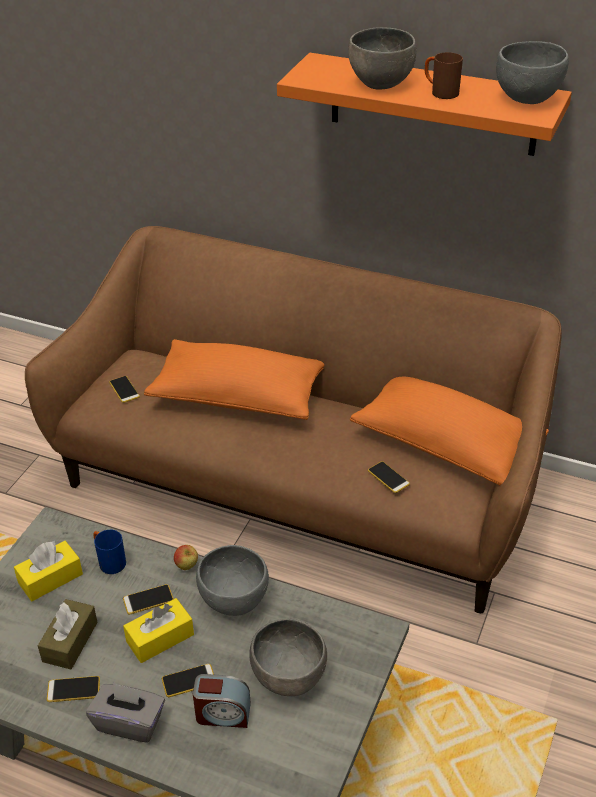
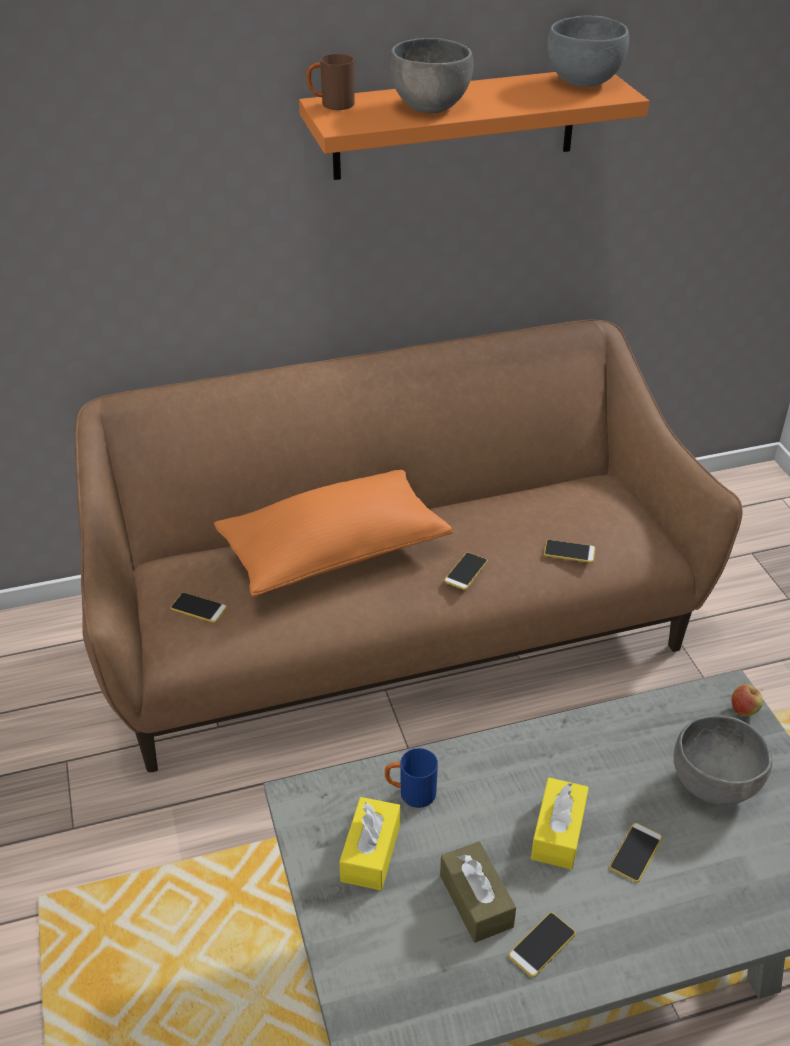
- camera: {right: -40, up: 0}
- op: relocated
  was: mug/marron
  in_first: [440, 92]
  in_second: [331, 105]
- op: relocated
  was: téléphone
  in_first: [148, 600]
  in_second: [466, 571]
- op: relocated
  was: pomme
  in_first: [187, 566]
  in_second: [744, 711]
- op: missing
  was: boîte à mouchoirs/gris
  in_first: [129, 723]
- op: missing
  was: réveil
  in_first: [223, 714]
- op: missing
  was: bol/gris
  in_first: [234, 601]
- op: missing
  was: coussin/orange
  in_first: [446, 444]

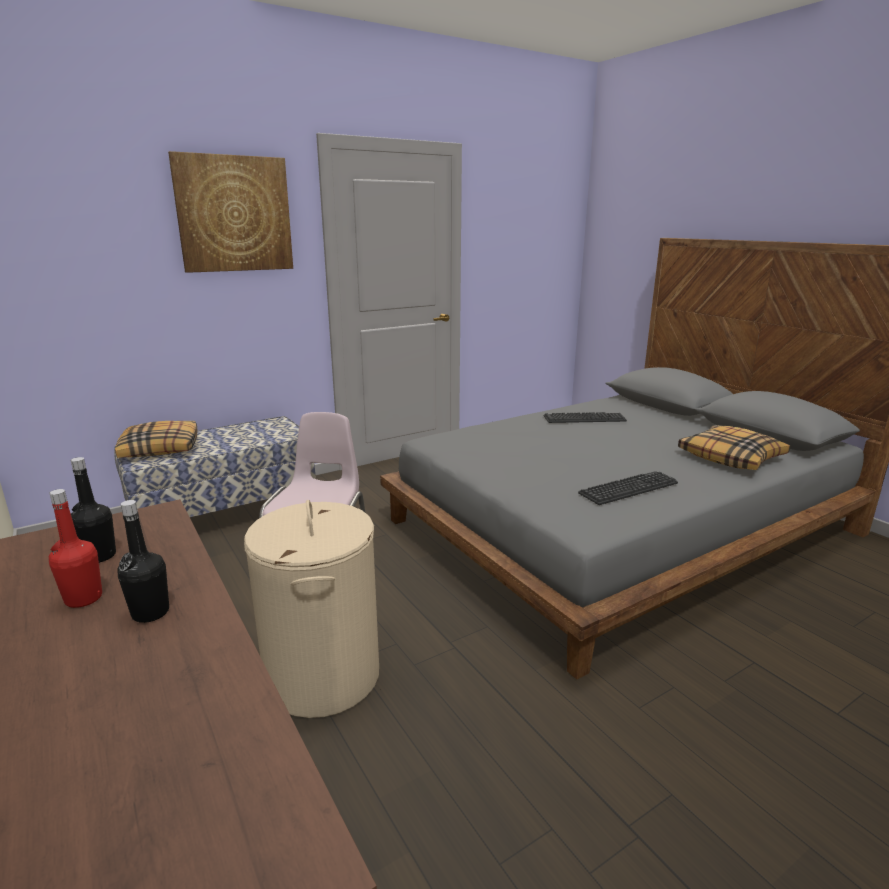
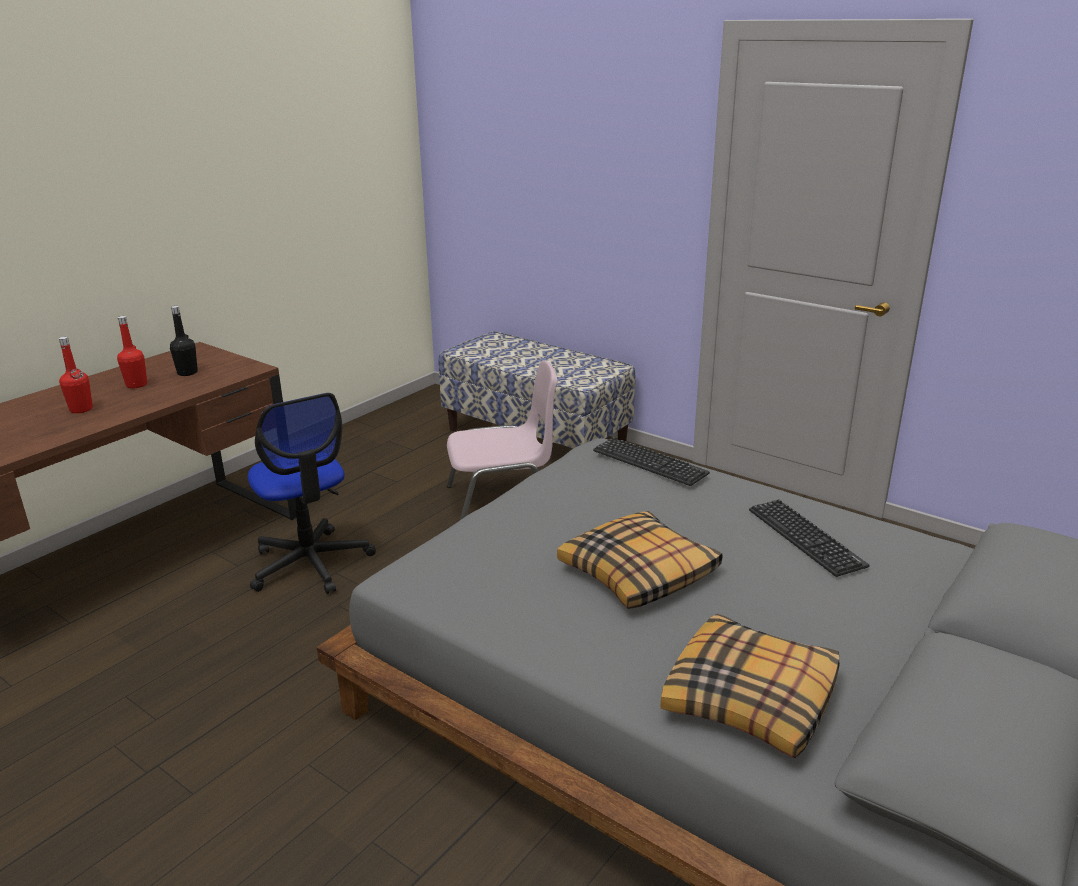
- camera: {right: 70, up: 5}
- op: appeared
  now: bouteille/rouge
  in_second: [81, 409]
- op: exchanged
  was: panier à linge/beige
  now: chaise de bureau
  in_first: [323, 676]
  in_second: [310, 563]
- op: relocated
  was: coussin
  in_first: [161, 449]
  in_second: [639, 574]
- op: relocated
  was: clavier
  in_first: [628, 488]
  in_second: [649, 462]
- op: missing
  was: bouteille/noir
  in_first: [150, 613]
- op: missing
  was: tableau
  in_first: [234, 214]

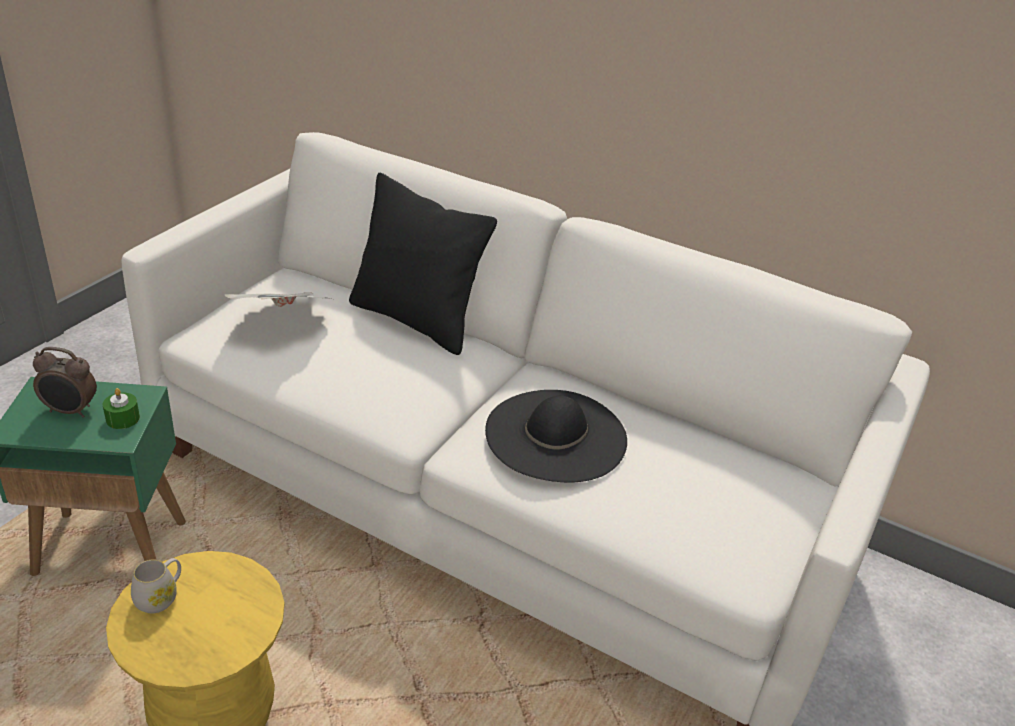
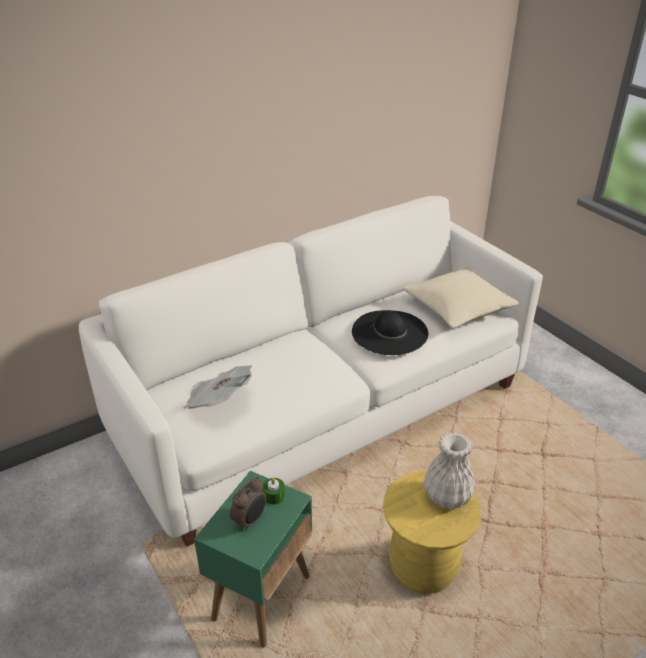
- camera: {right: -60, up: 0}
- op: appeared
  now: coussin/beige
  in_second: [458, 308]
- op: appeared
  now: vase/blanc
  in_second: [446, 497]
- op: missing
  was: mug/blanc
  in_first: [160, 597]
- op: missing
  was: coussin/noir
  in_first: [416, 320]

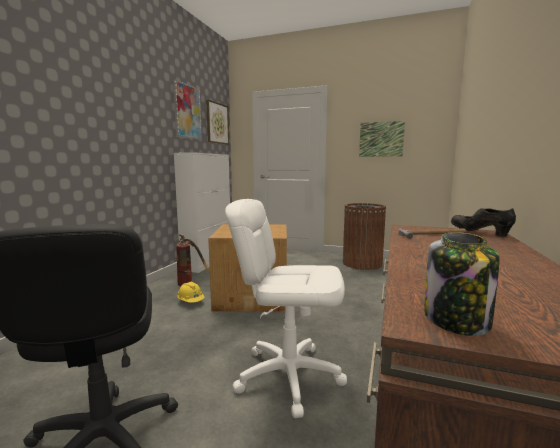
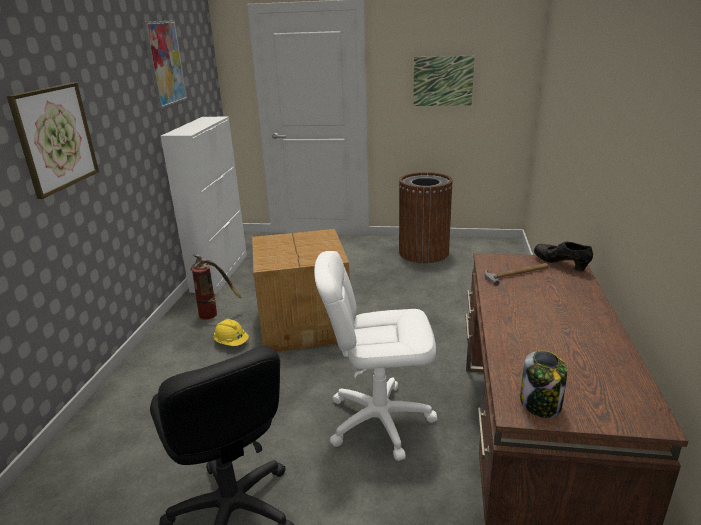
- camera: {right: -10, up: 15}
- op: relocated
  was: tableau
  in_first: [217, 123]
  in_second: [55, 138]

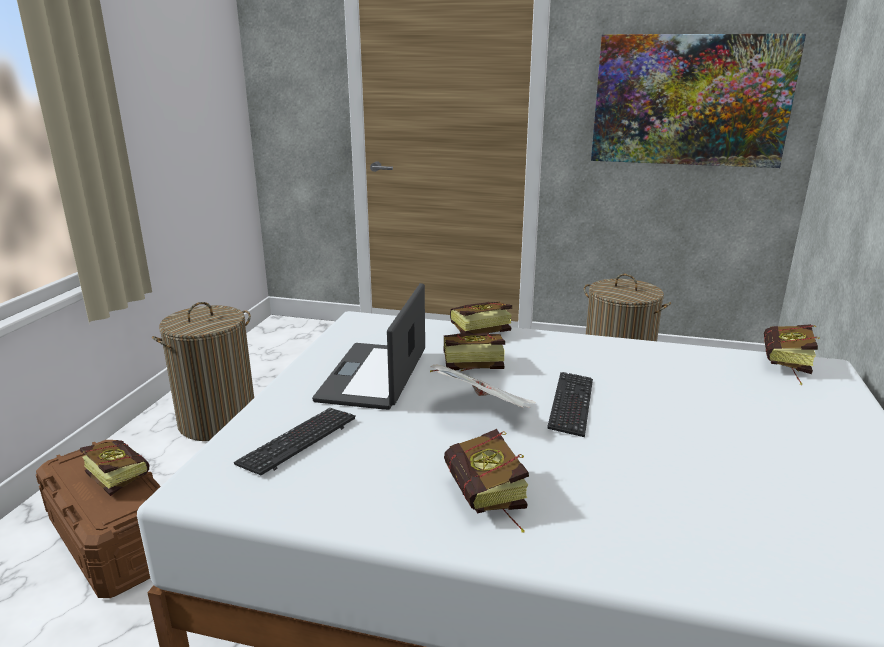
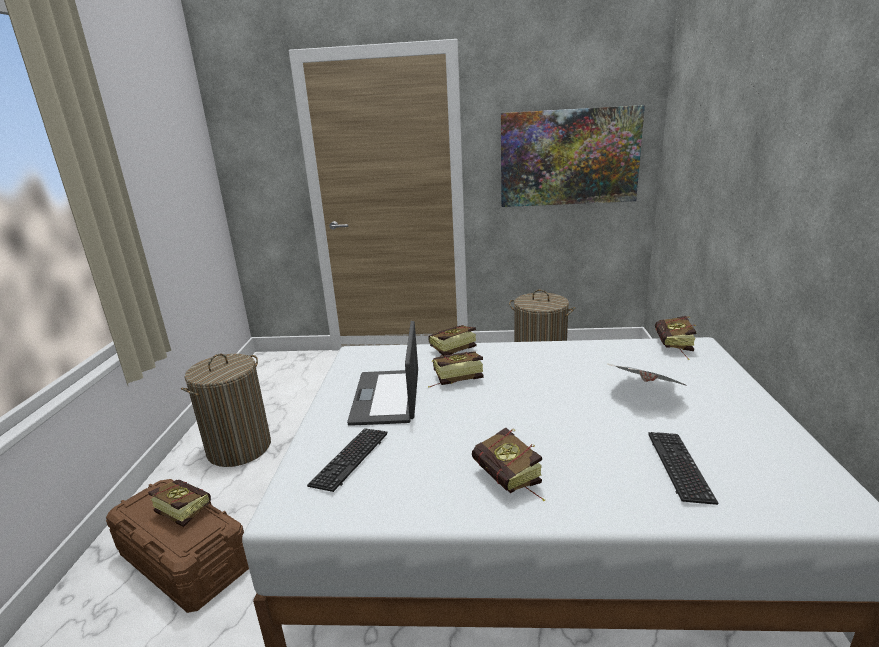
- camera: {right: -10, up: 0}
- op: relocated
  was: journal
  in_first: [485, 412]
  in_second: [646, 392]
- op: relocated
  was: clavier
  in_first: [571, 405]
  in_second: [679, 467]

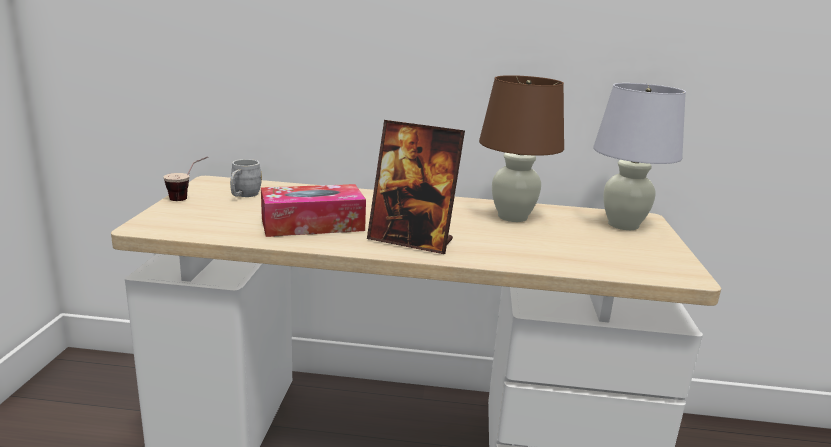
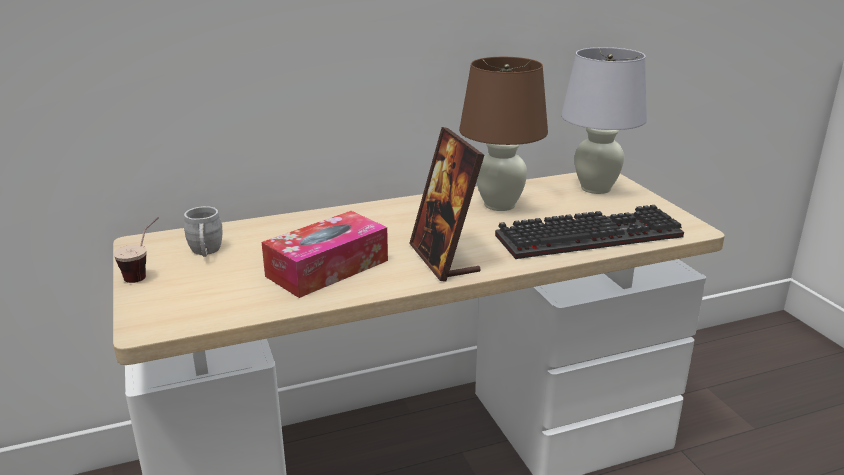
- camera: {right: -25, up: 5}
- op: spun
  was: cadre photo
  in_first: [411, 241]
  in_second: [444, 259]
  clockwise: 75
- op: appeared
  now: clavier
  in_second: [590, 235]

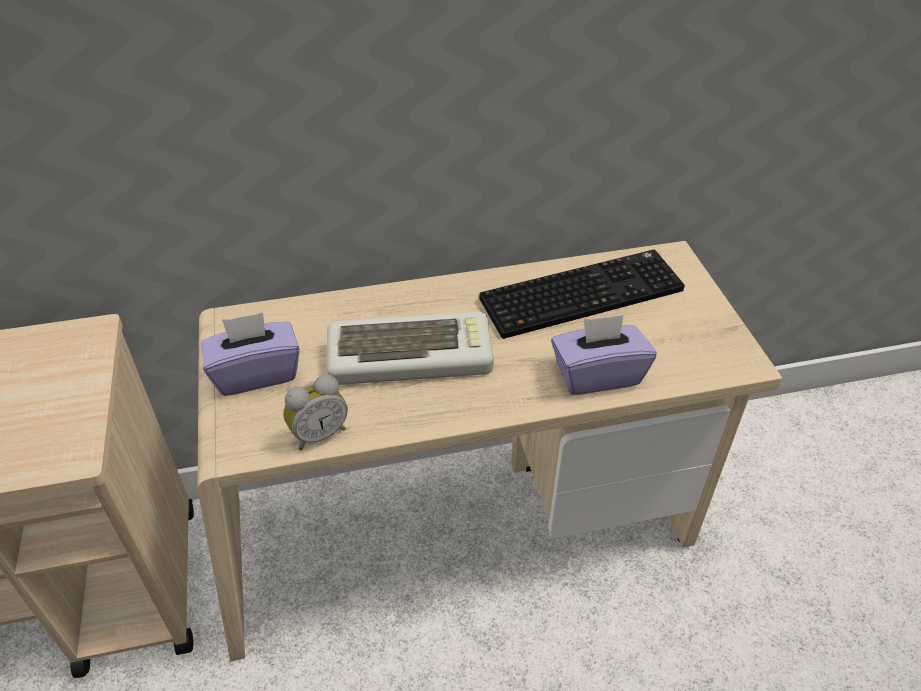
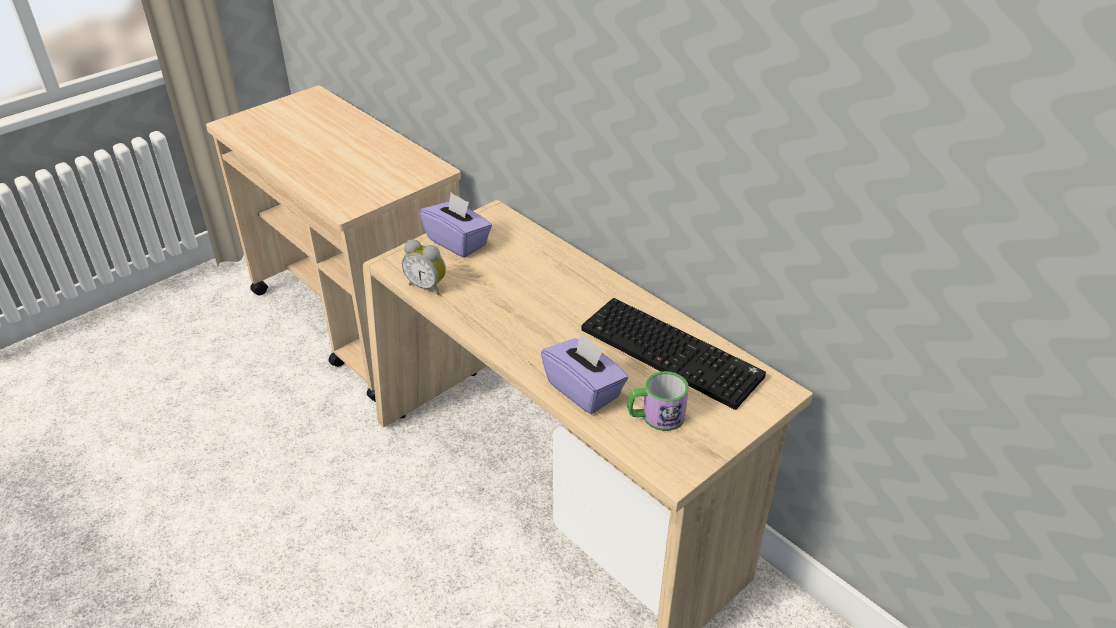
- camera: {right: 60, up: -5}
- op: appeared
  now: mug
  in_second: [655, 416]
- op: missing
  was: clavier
  in_first: [411, 356]

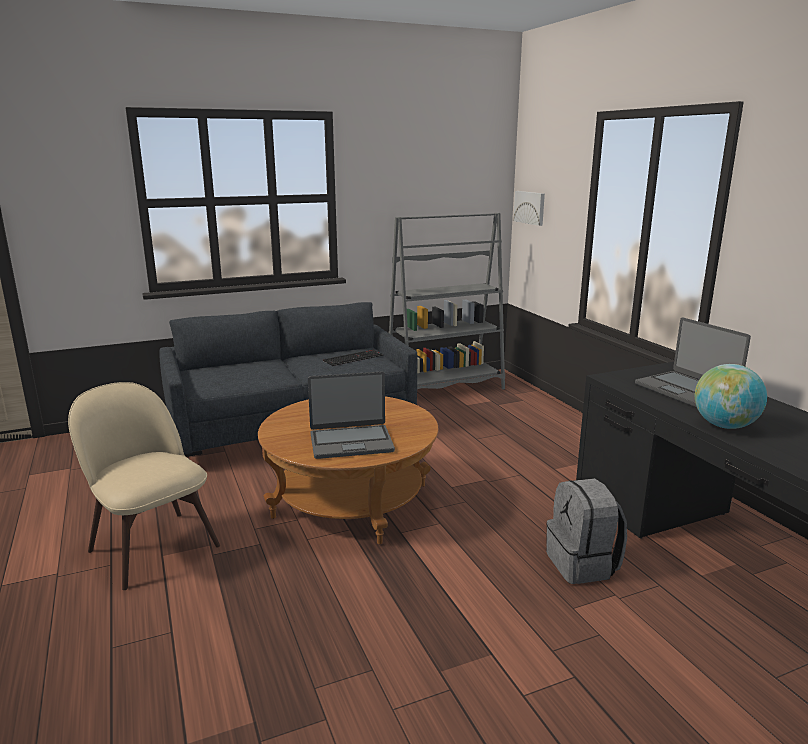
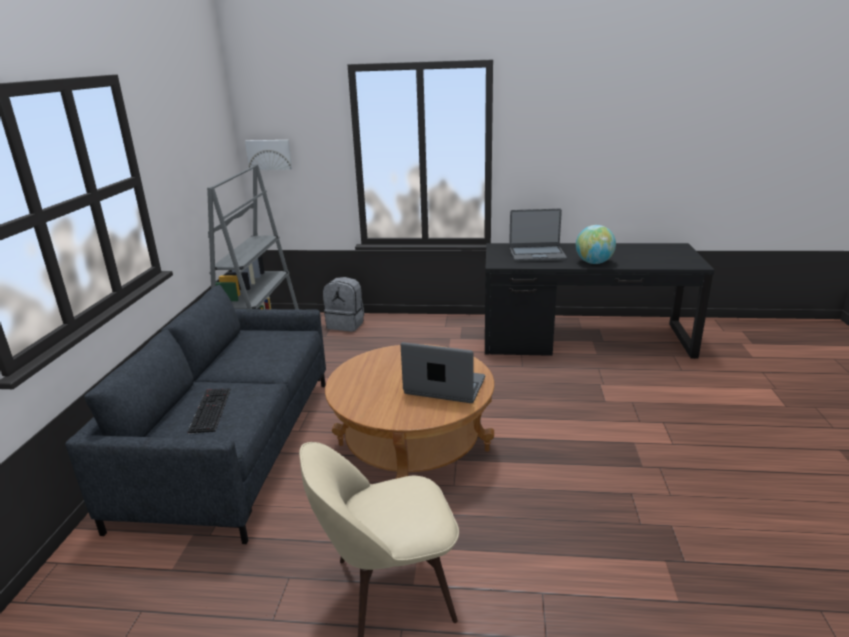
- camera: {right: -60, up: 5}
- op: relocated
  was: clavier
  in_first: [353, 358]
  in_second: [209, 410]
- op: relocated
  was: sac à dos/gris
  in_first: [583, 564]
  in_second: [346, 324]
- op: spun
  was: ordinateur portable
  in_first: [351, 442]
  in_second: [444, 387]
  clockwise: -90

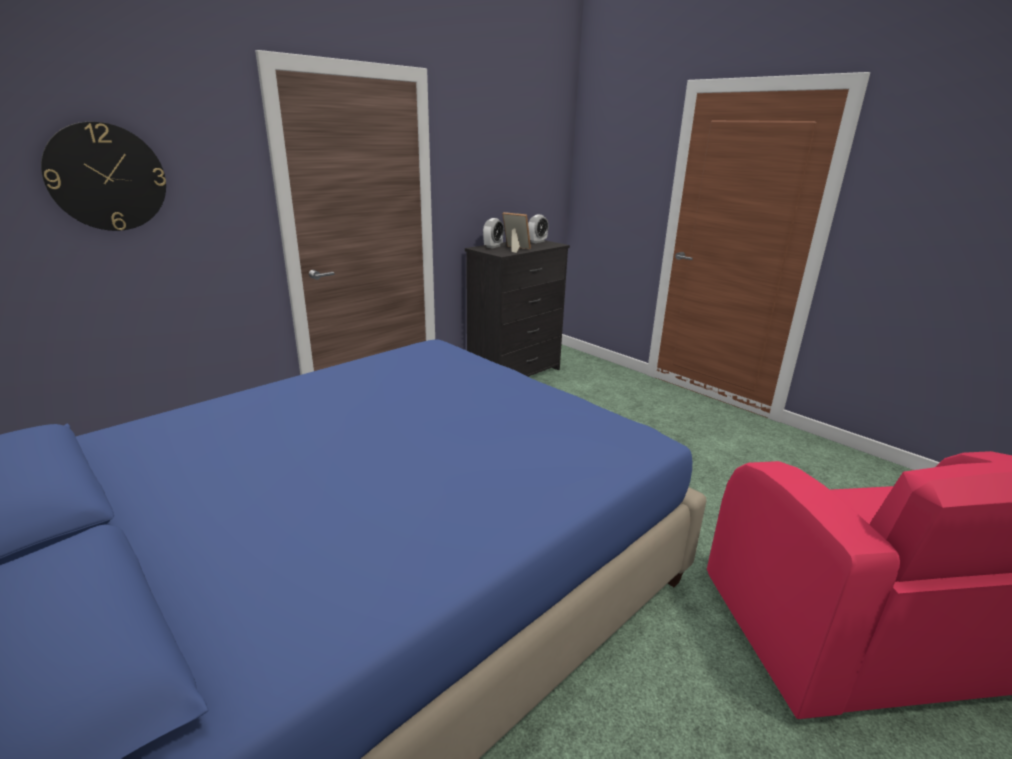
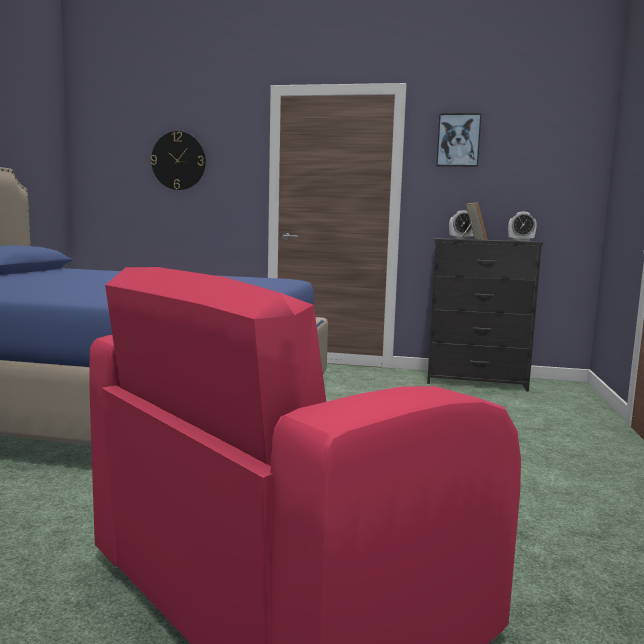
- camera: {right: 55, up: -15}
- op: appeared
  now: tableau
  in_second: [458, 140]

